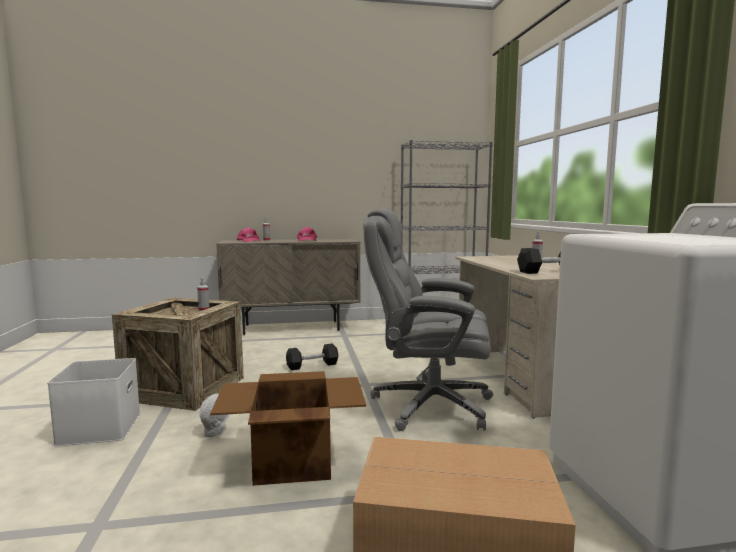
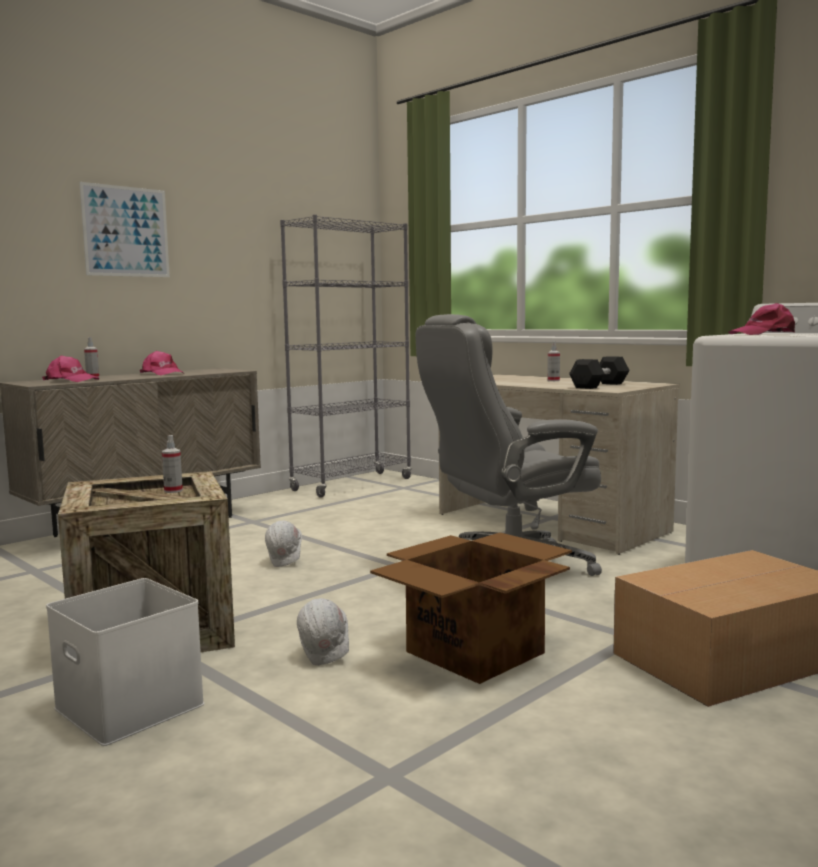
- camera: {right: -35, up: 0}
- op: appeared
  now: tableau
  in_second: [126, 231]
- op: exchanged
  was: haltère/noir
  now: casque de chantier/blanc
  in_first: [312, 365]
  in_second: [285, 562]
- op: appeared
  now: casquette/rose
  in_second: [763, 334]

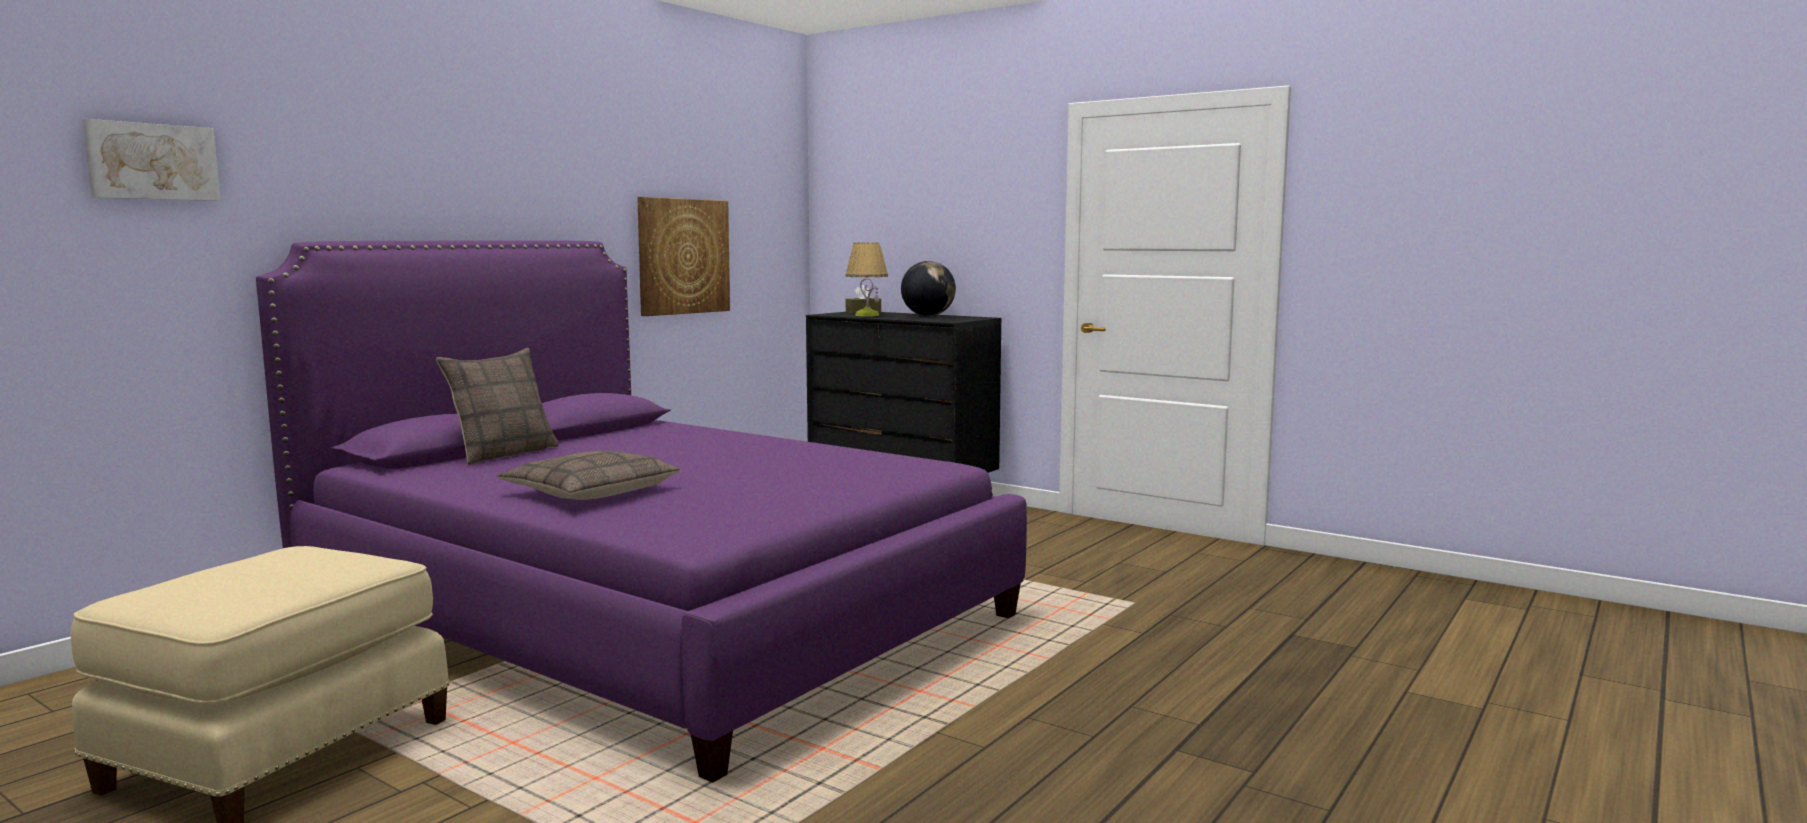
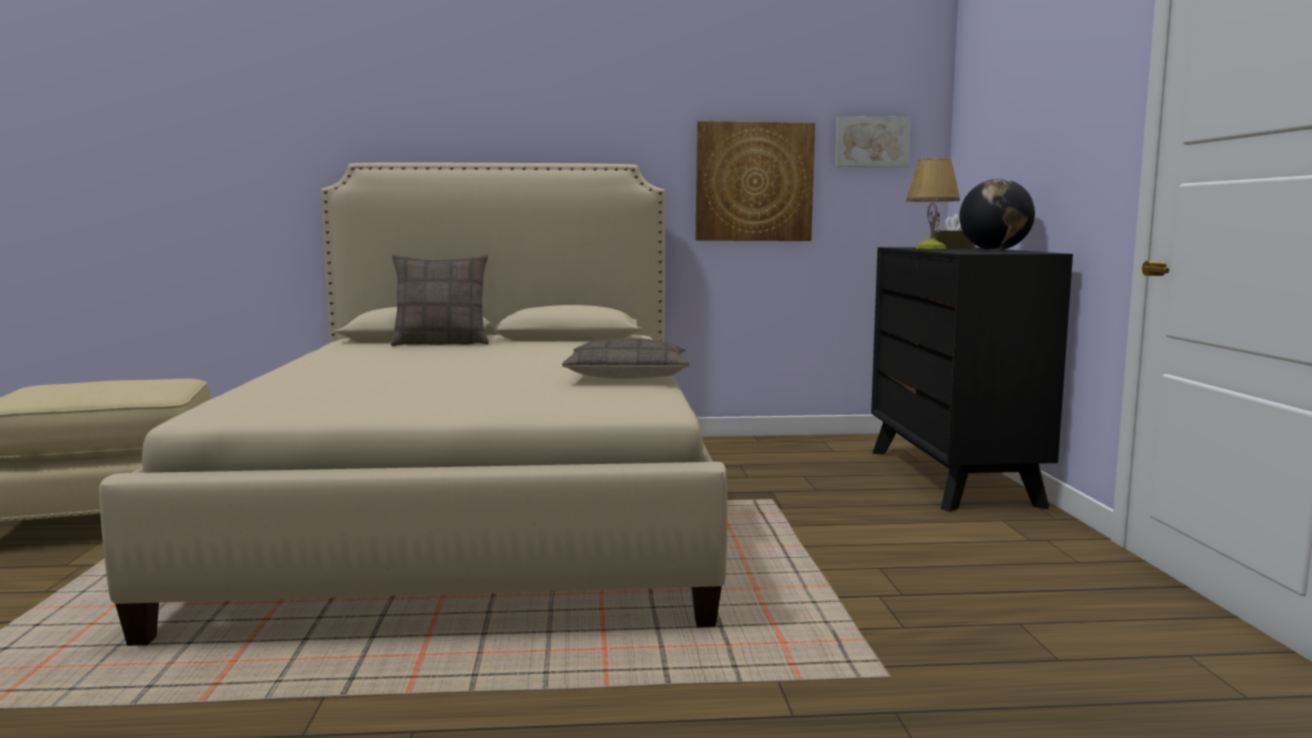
- camera: {right: 50, up: 0}
- op: colour
  was: lit/violet
  now: lit/beige
  in_first: [653, 614]
  in_second: [475, 510]
- op: relocated
  was: coussin
  in_first: [590, 492]
  in_second: [627, 375]
- op: relocated
  was: tableau
  in_first: [152, 161]
  in_second: [871, 142]

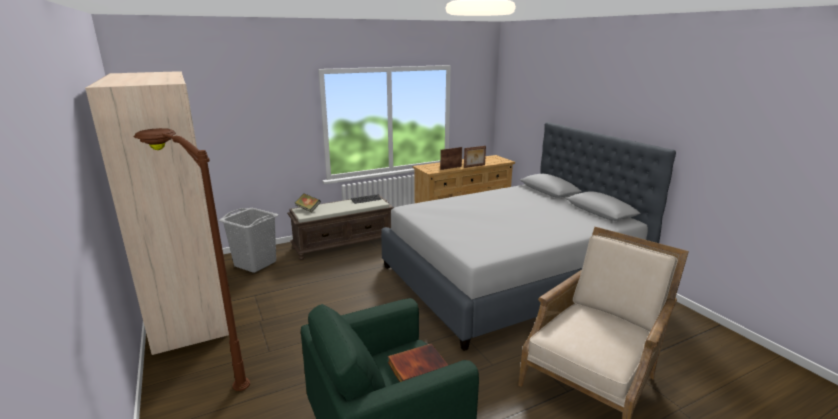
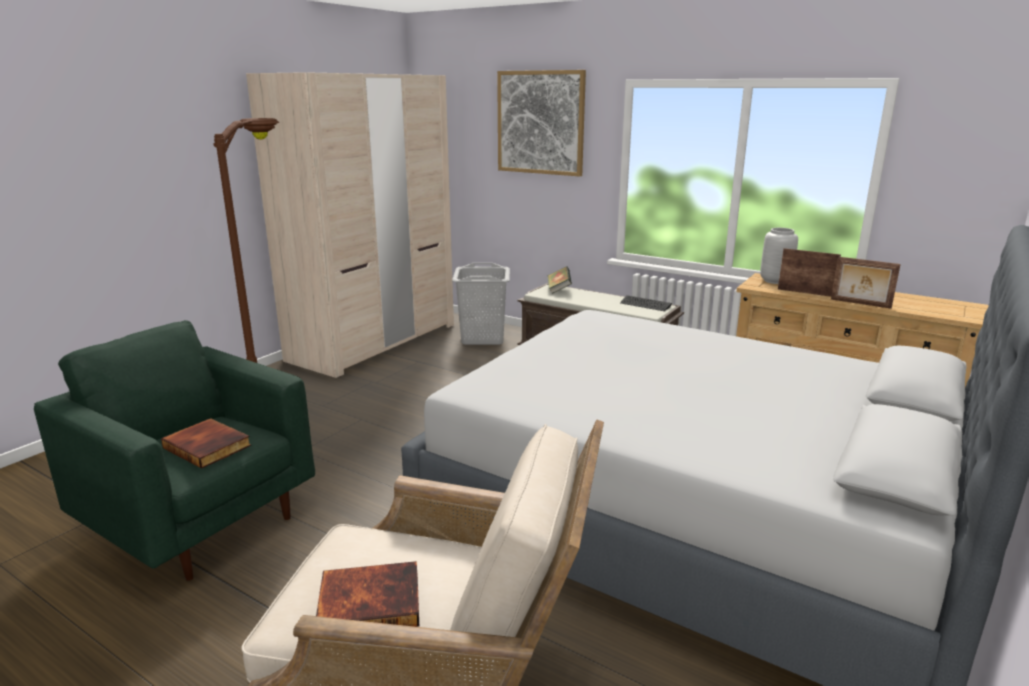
- camera: {right: 60, up: 0}
- op: appeared
  now: livre
  in_second: [371, 602]
- op: appeared
  now: tableau
  in_second: [540, 122]
- op: appeared
  now: vase/gris
  in_second: [775, 281]

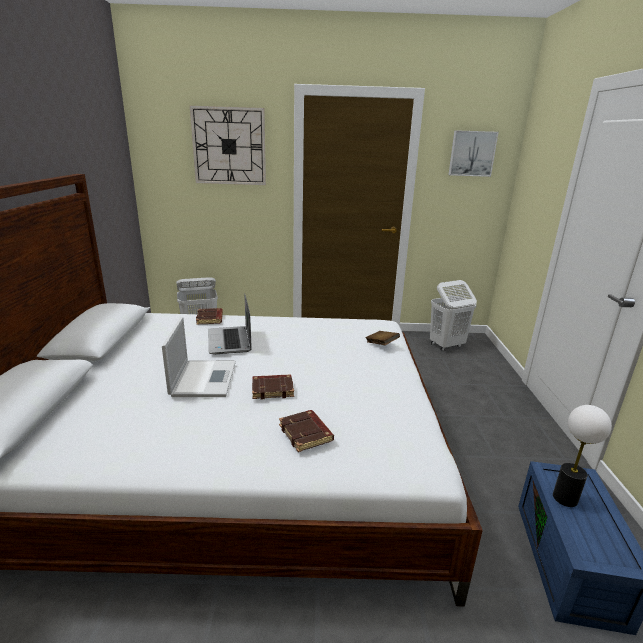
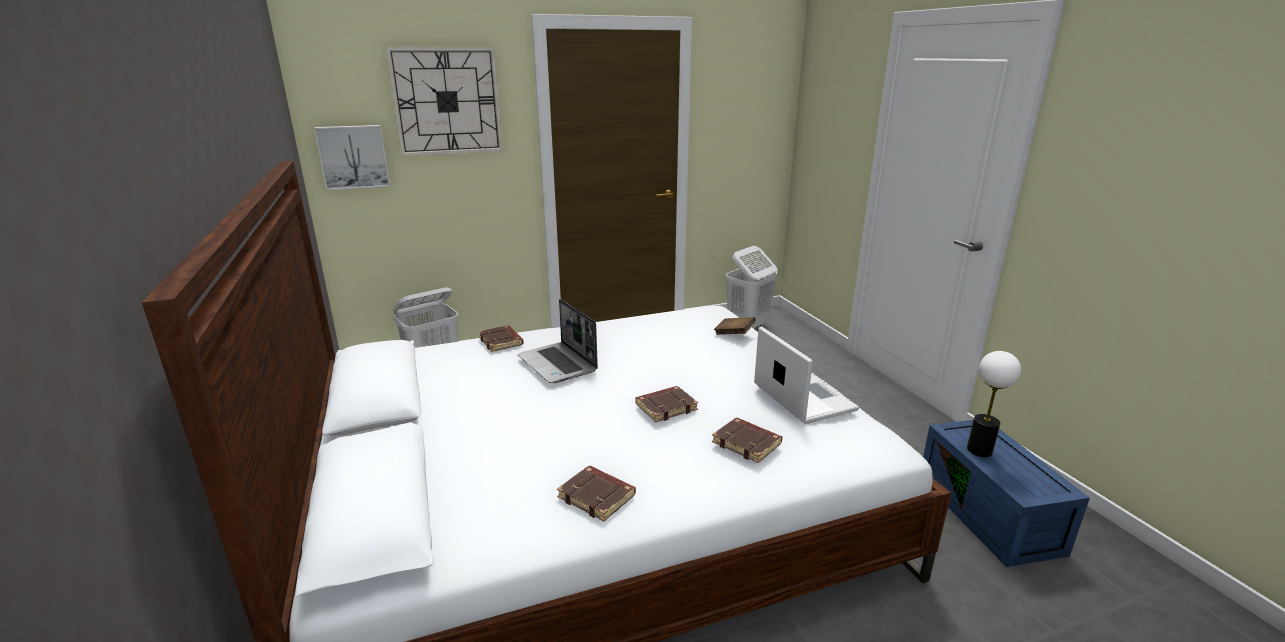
- camera: {right: -20, up: 0}
- op: relocated
  was: tableau
  in_first: [472, 153]
  in_second: [353, 157]
- op: appeared
  now: livre/marron
  in_second: [598, 497]
- op: relocated
  was: ordinateur portable
  in_first: [204, 378]
  in_second: [802, 397]

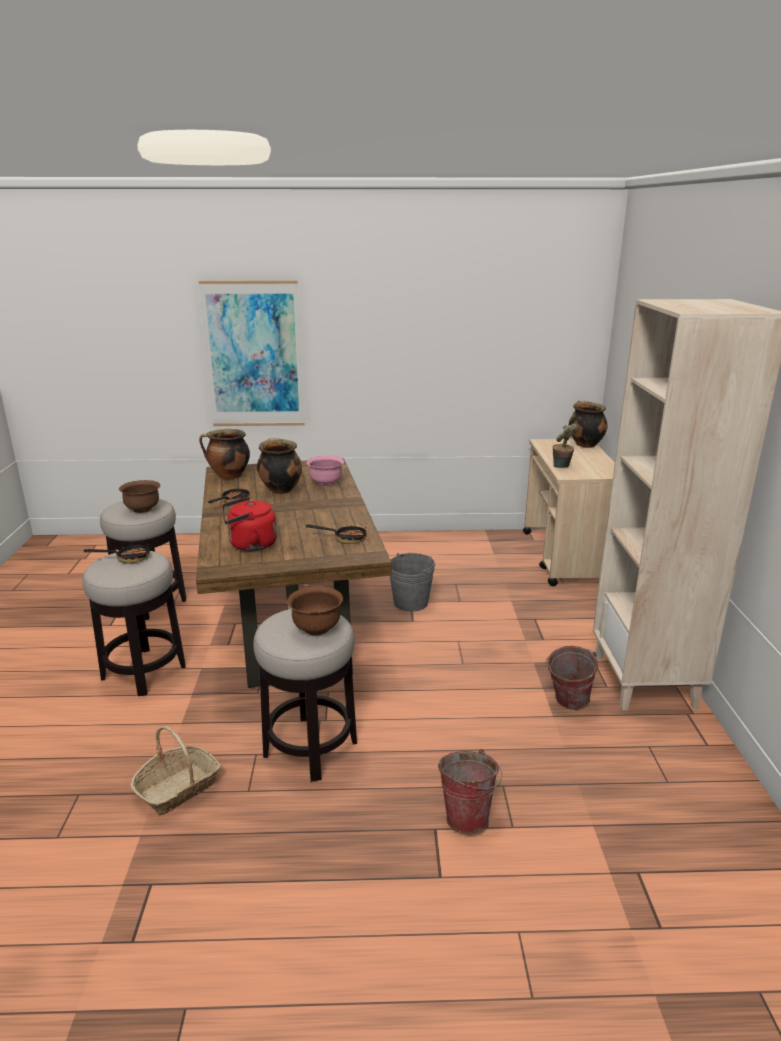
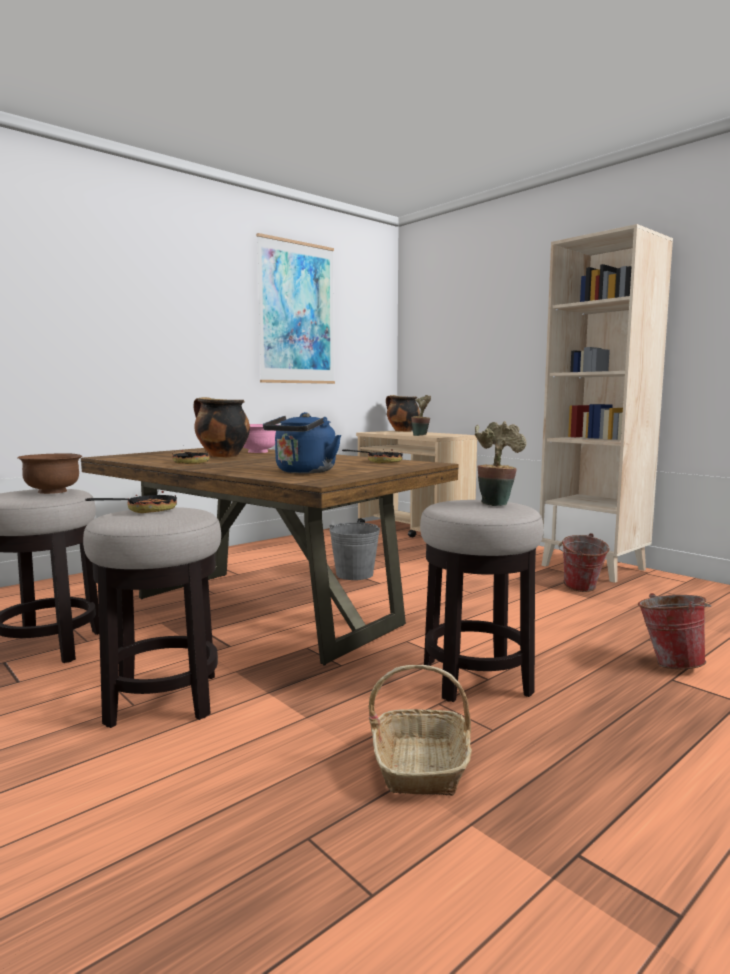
- camera: {right: -40, up: -15}
- op: relocated
  was: tableau
  in_first: [254, 355]
  in_second: [296, 313]
- op: colour
  was: bouilloire/rouge
  now: bouilloire/bleu
  in_first: [250, 545]
  in_second: [303, 472]
- op: exchanged
  was: bol/marron
  now: plante en pot
  in_first: [316, 628]
  in_second: [496, 503]
- op: missing
  was: marmite
  in_first: [228, 476]

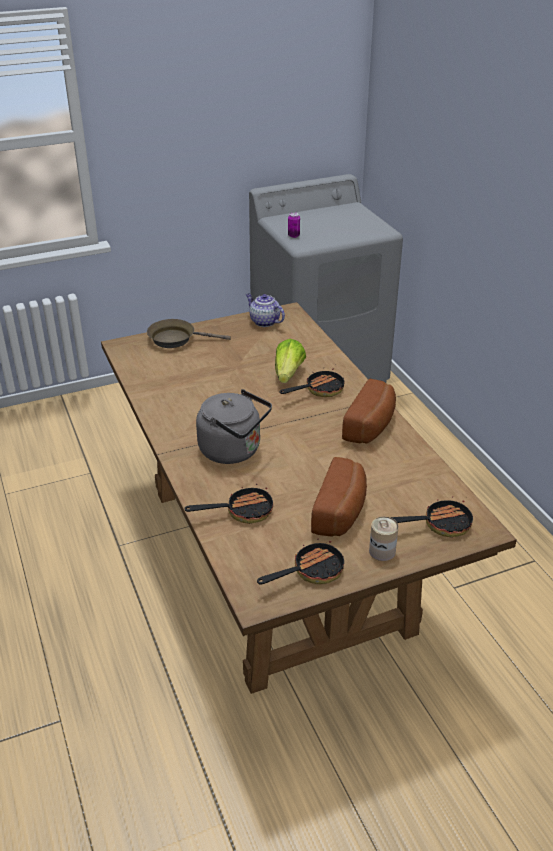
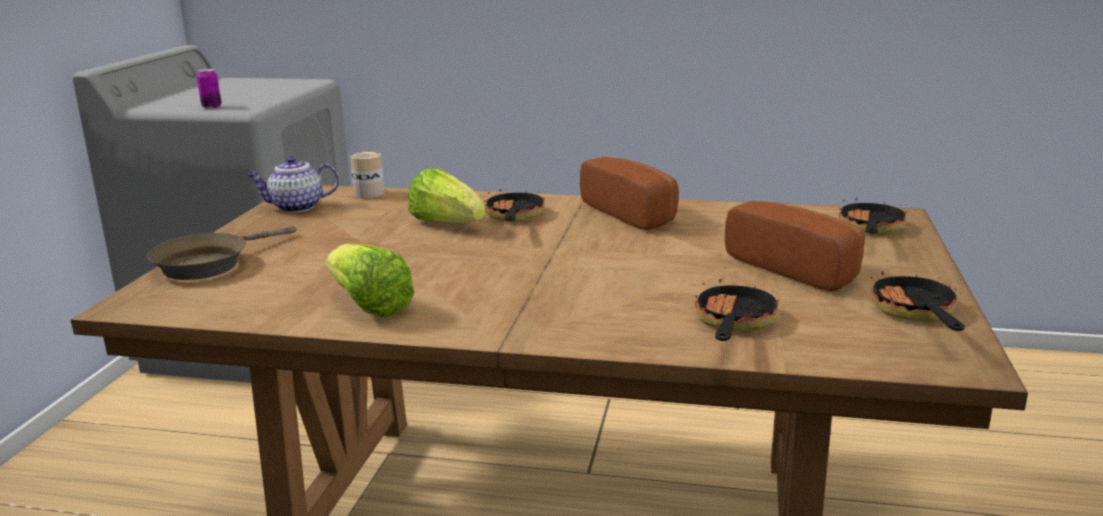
- camera: {right: -55, up: -15}
- op: appeared
  now: laitue
  in_second: [369, 305]
- op: relocated
  was: boîte métallique
  in_first: [382, 551]
  in_second: [369, 193]
- op: missing
  was: bouilloire/gris
  in_first: [234, 450]

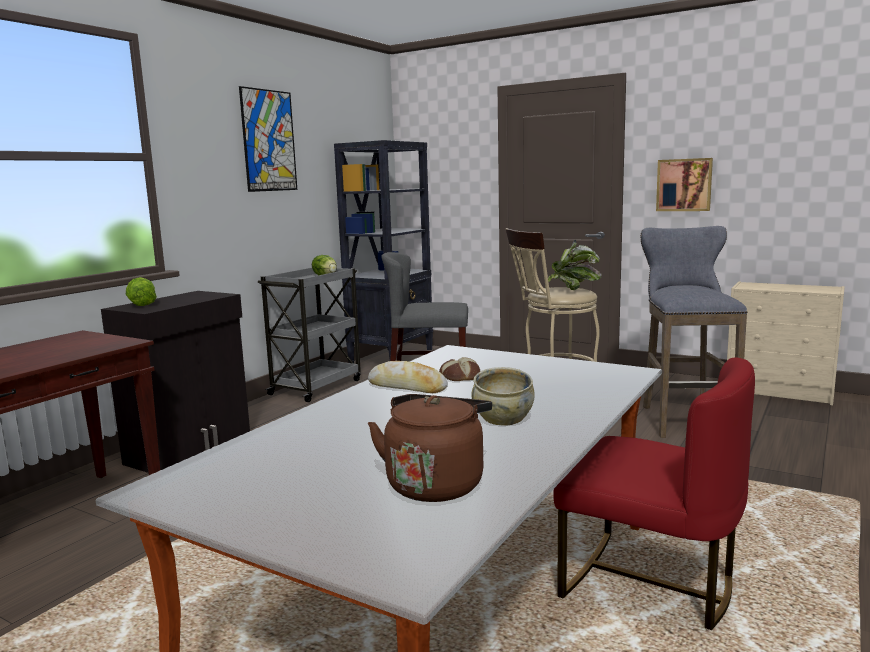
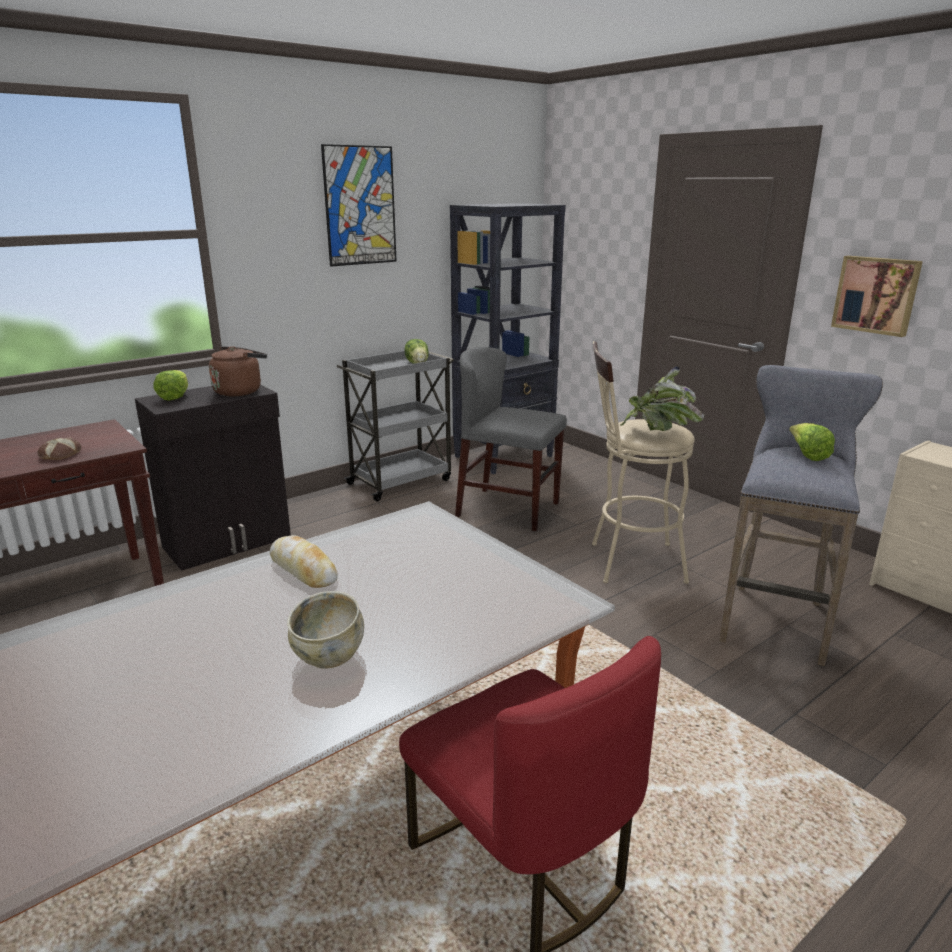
- camera: {right: 20, up: 10}
- op: relocated
  was: pain
  in_first: [459, 376]
  in_second: [60, 454]
- op: relocated
  was: bouilloire/marron
  in_first: [436, 483]
  in_second: [240, 391]
- op: appeared
  now: laitue
  in_second: [807, 455]

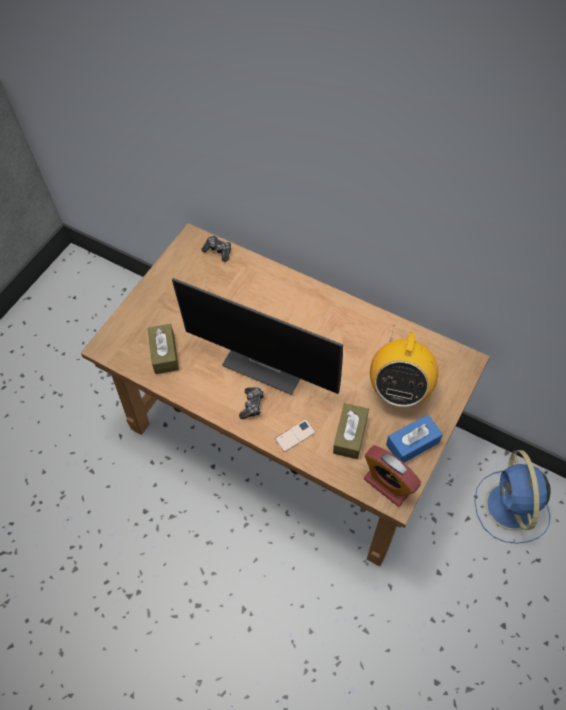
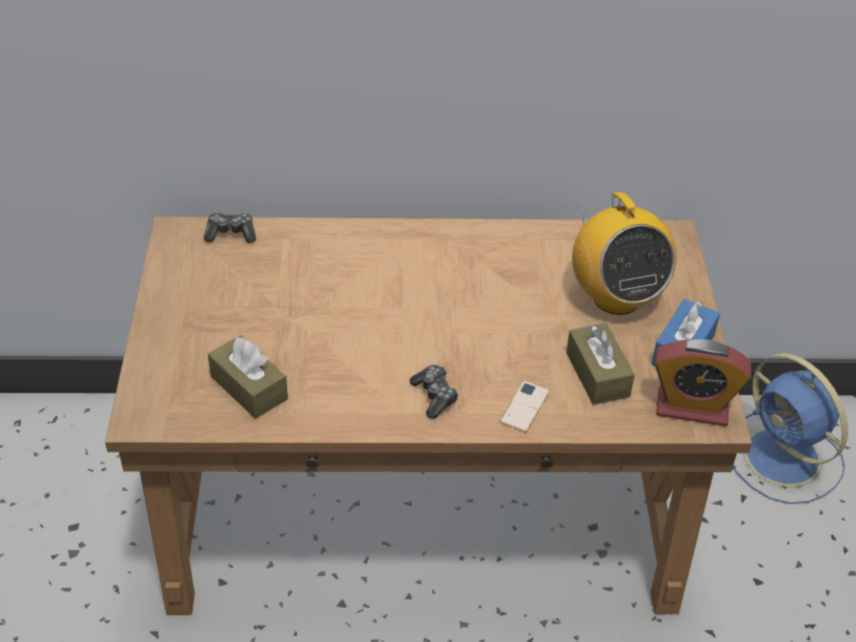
- camera: {right: -35, up: -15}
- op: missing
  was: écran d'ordinateur
  in_first: [269, 362]

